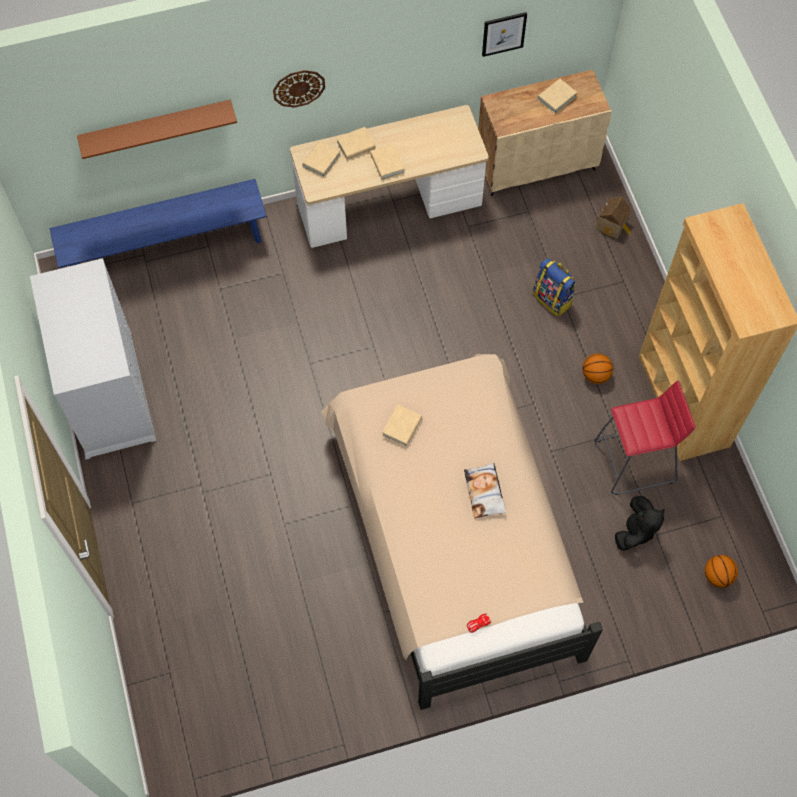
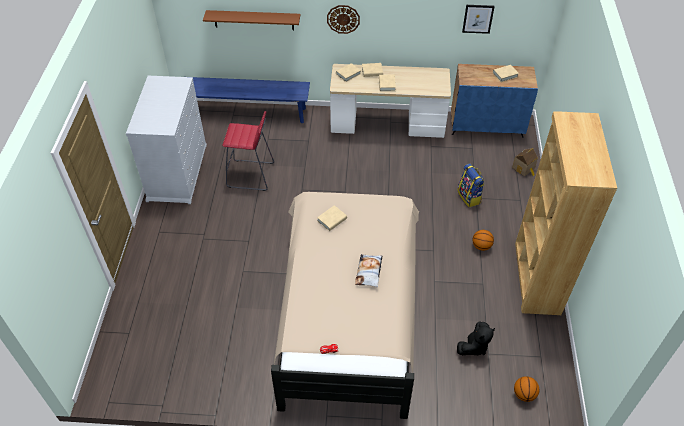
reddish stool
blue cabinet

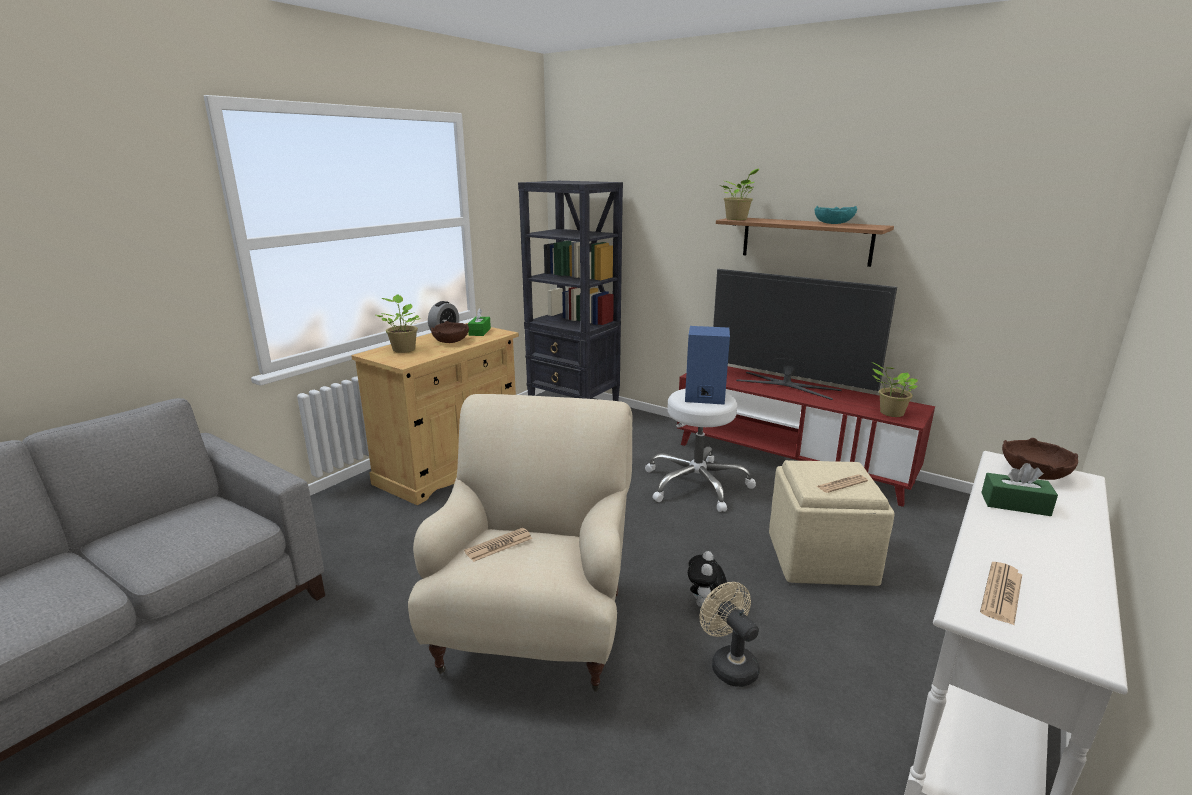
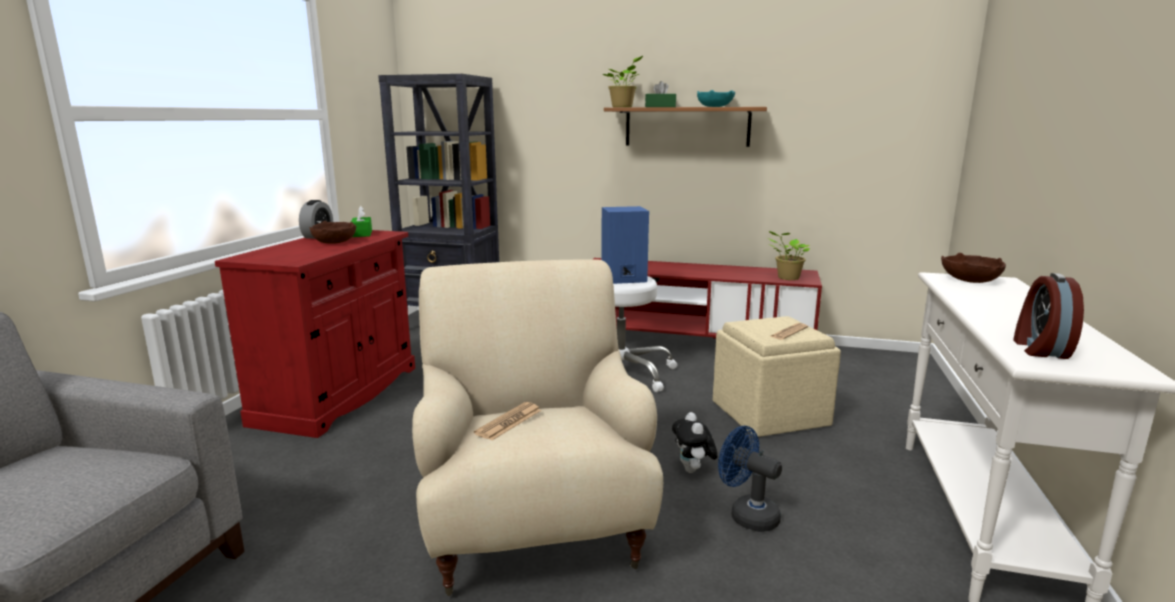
reddish cabinet
green box of tissues (2nd from left)
blue fan
bedside clock (2nd from left)
potted plant (1st from left in the first image)
television

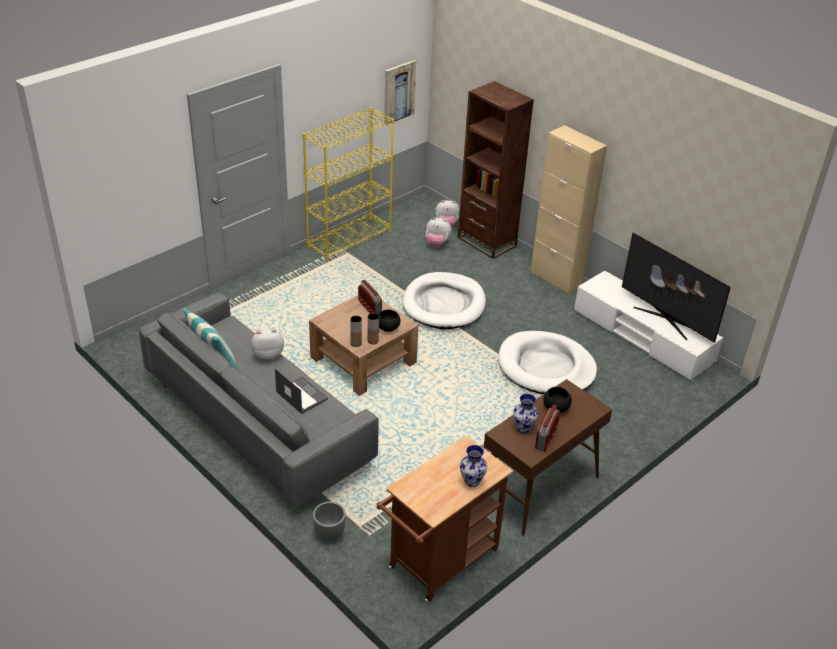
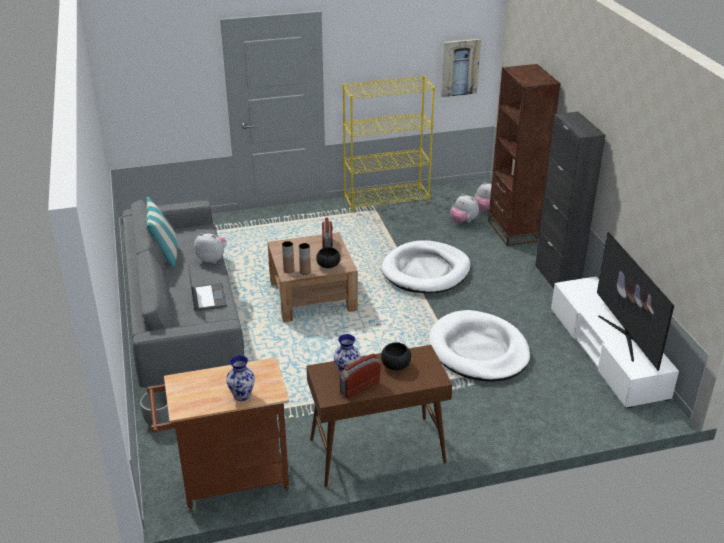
blackish cabinet

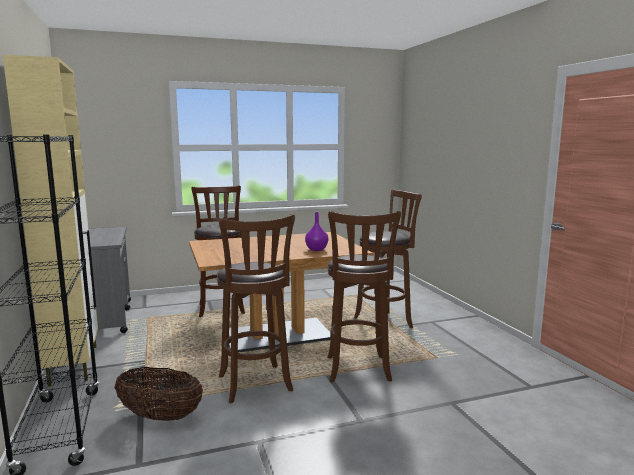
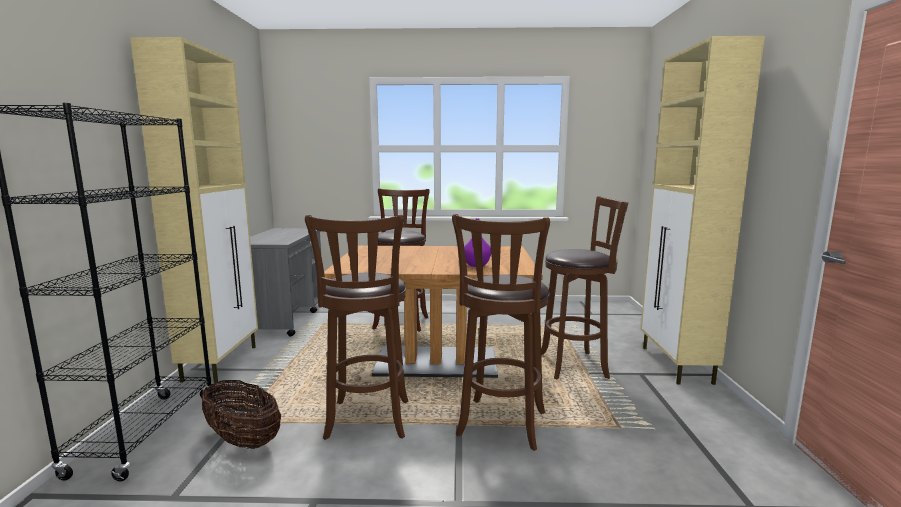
beige-coloured cabinet (2nd from left)

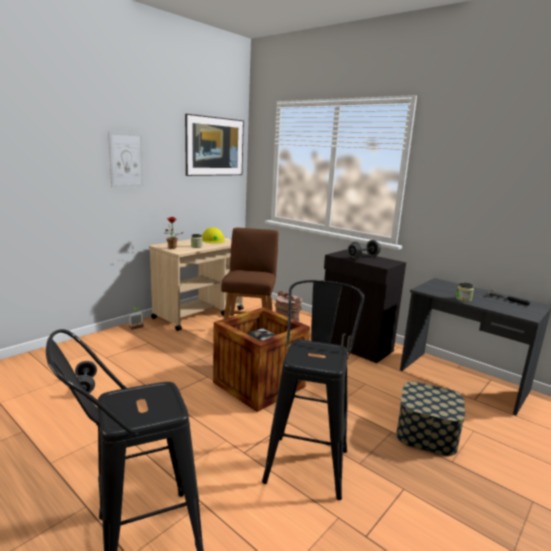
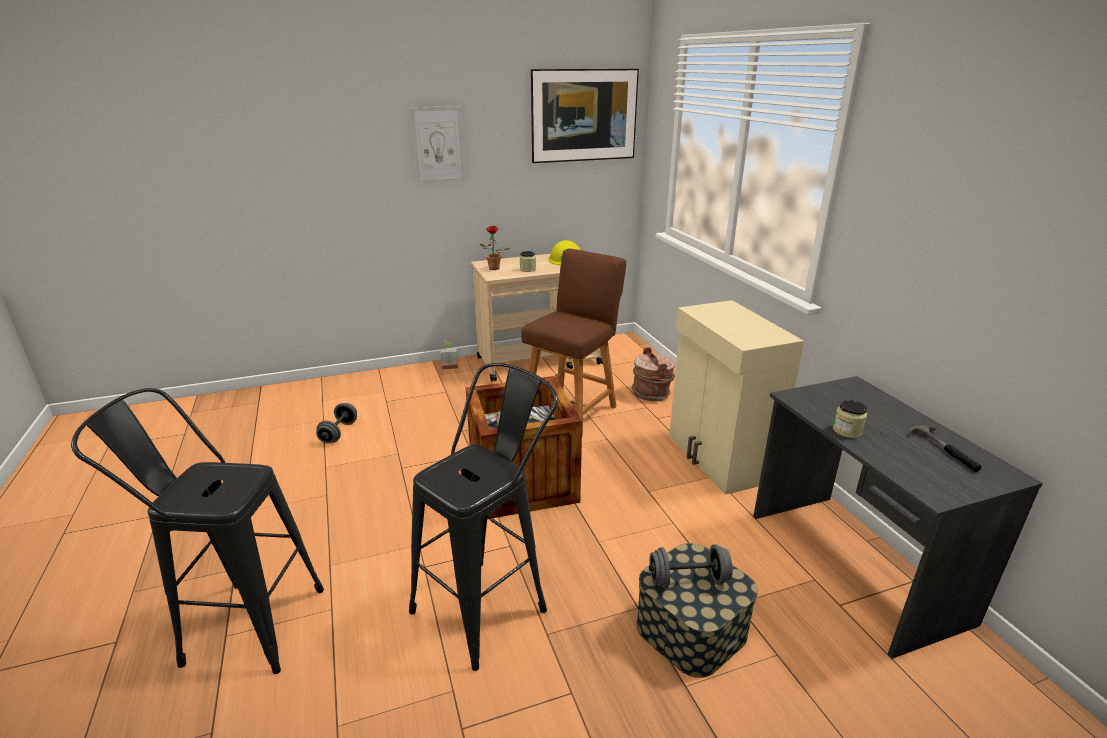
grey dumbbell (2nd from left)
beige-coloured cabinet

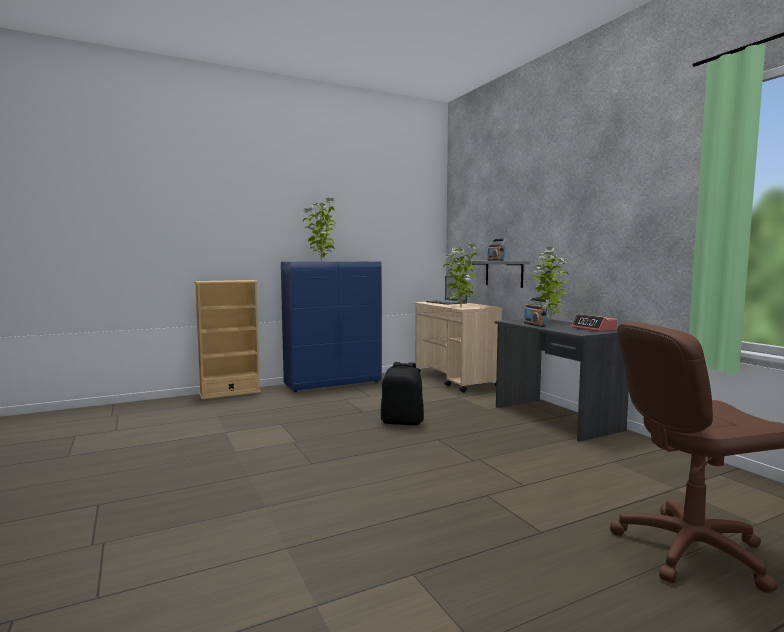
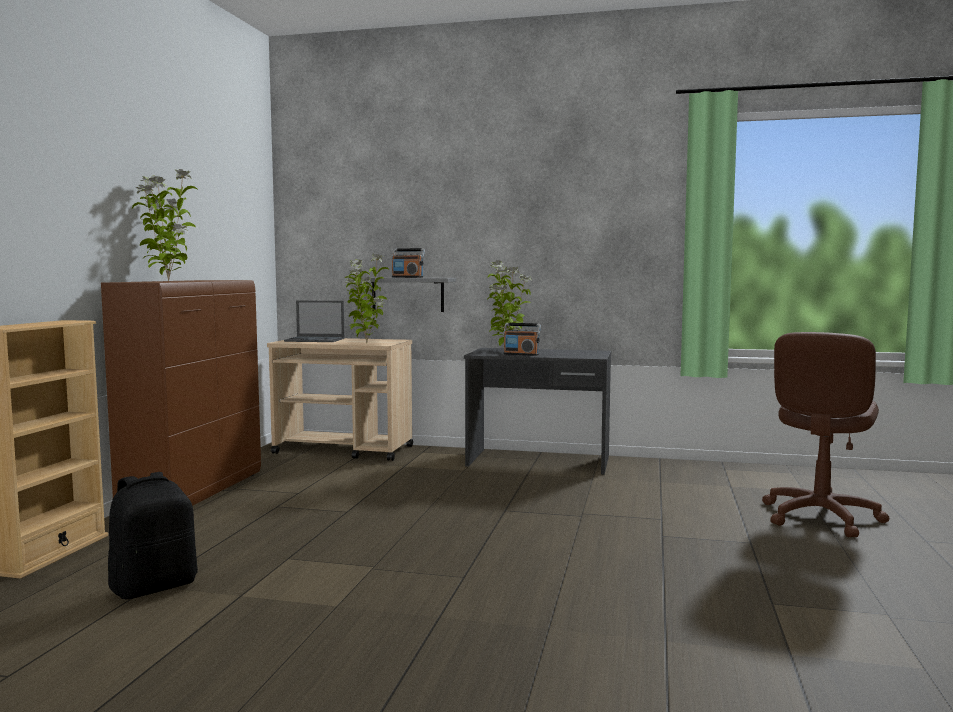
brownish cabinet
blackish rucksack
bedside clock

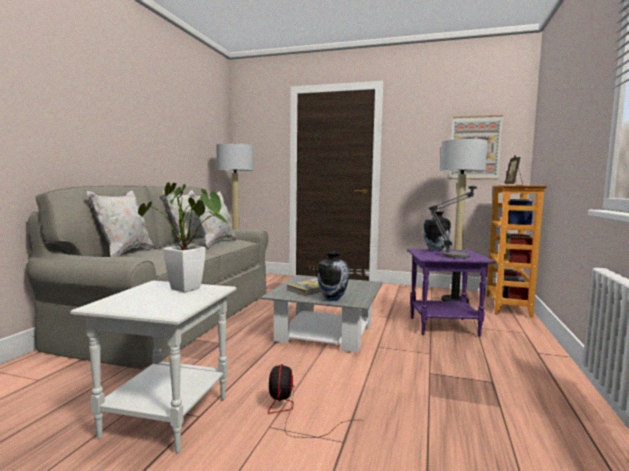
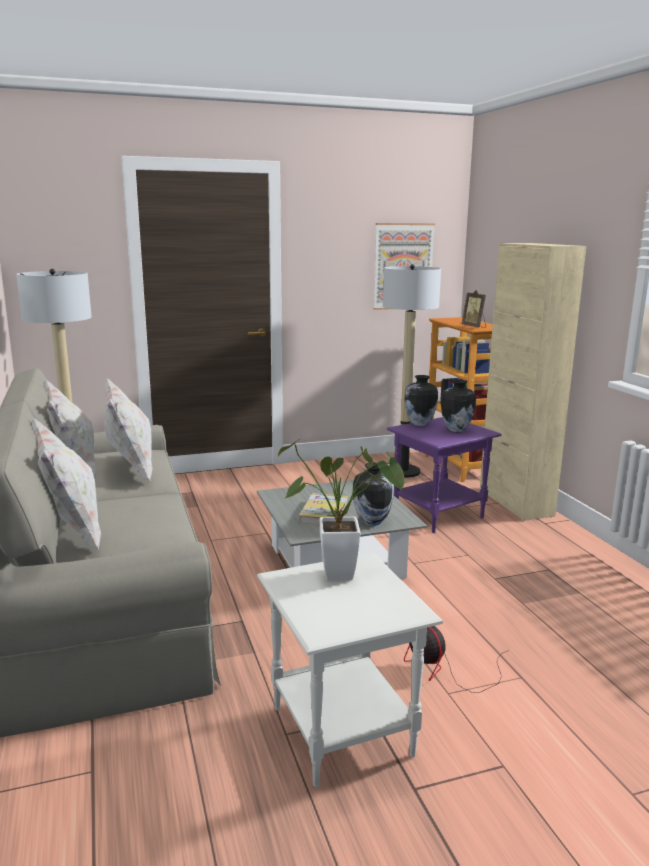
decorative vase (3rd from left)
beige-coloured cabinet

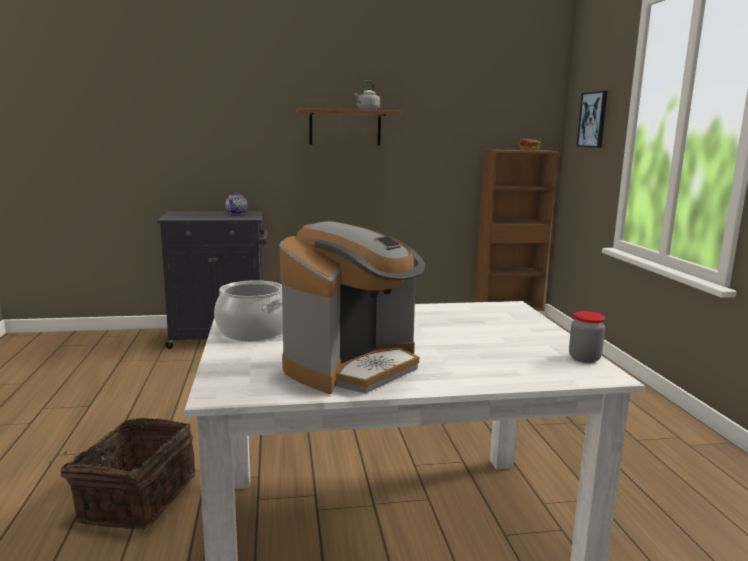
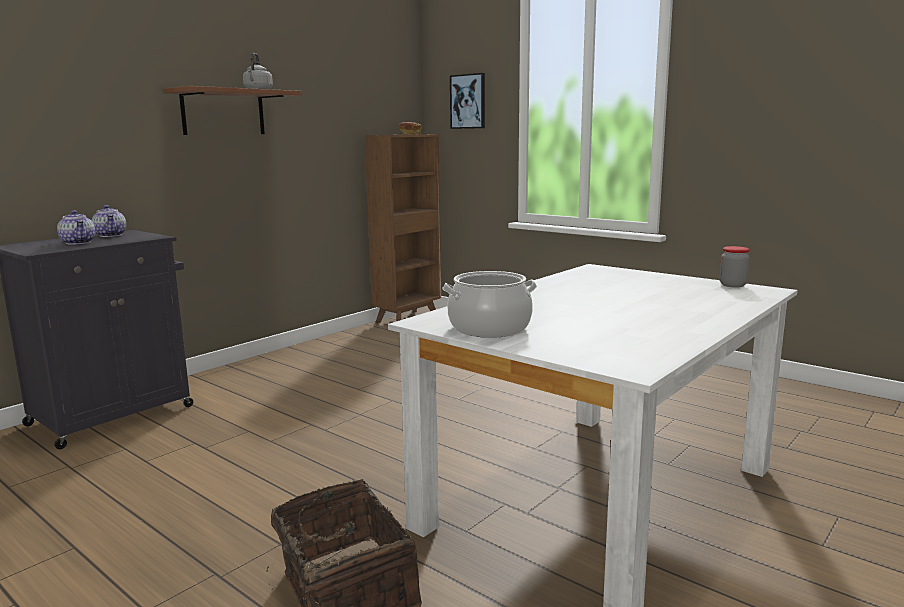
pot for tea (1st from left)
coffee brewer

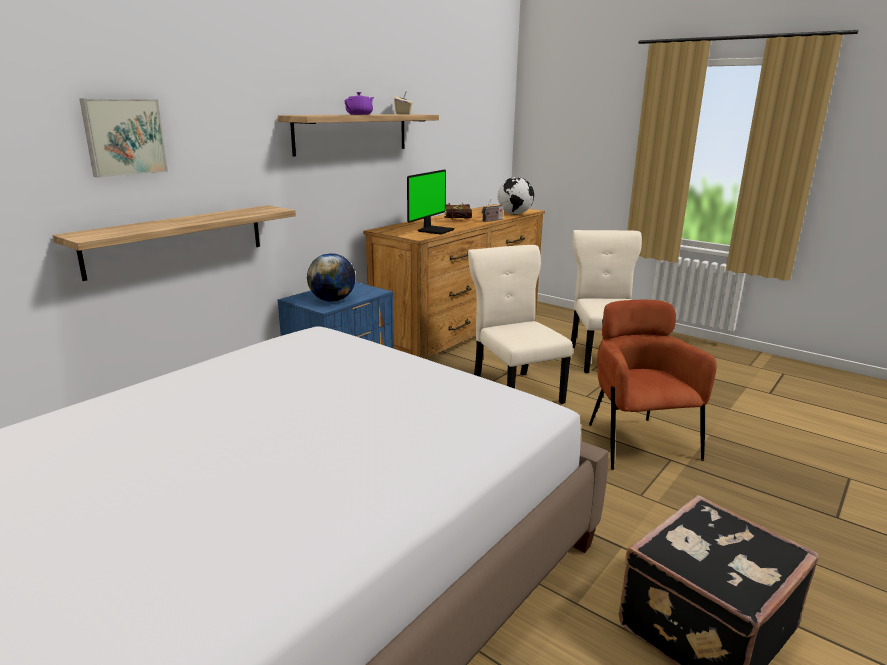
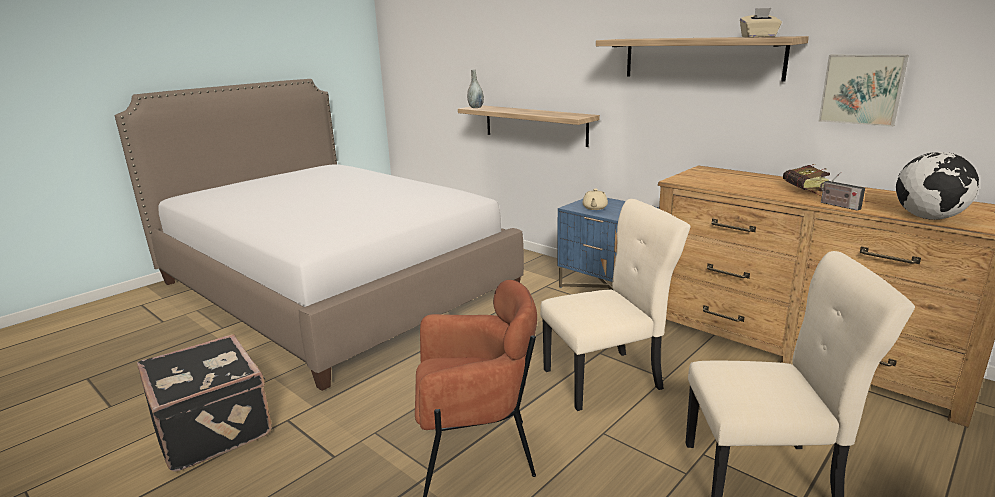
grey decorative vase
beige-coloured pot for tea
wall picture
purple pot for tea
computer screen

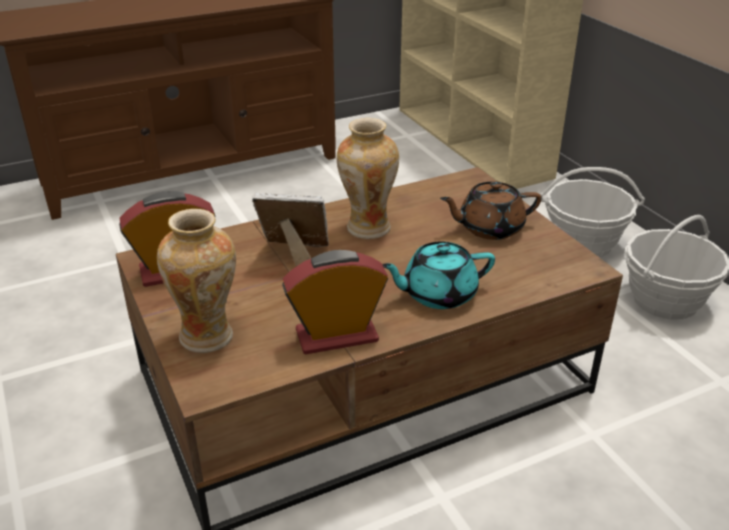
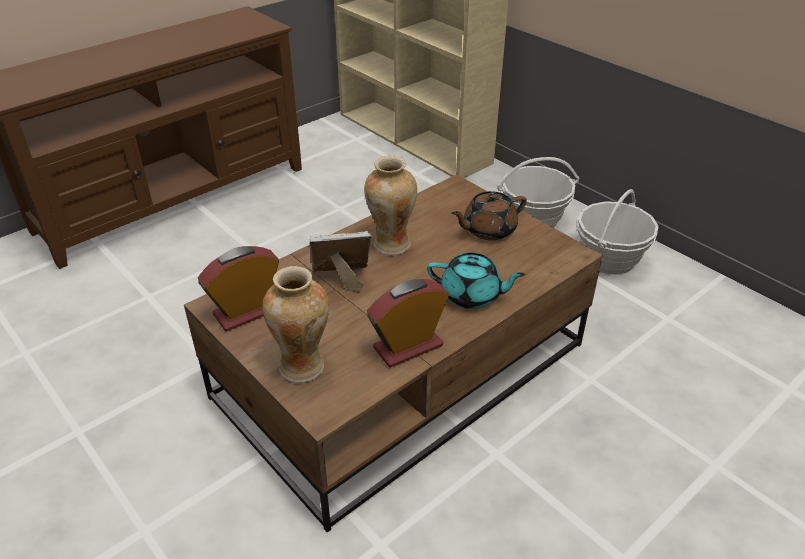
turquoise pot for tea

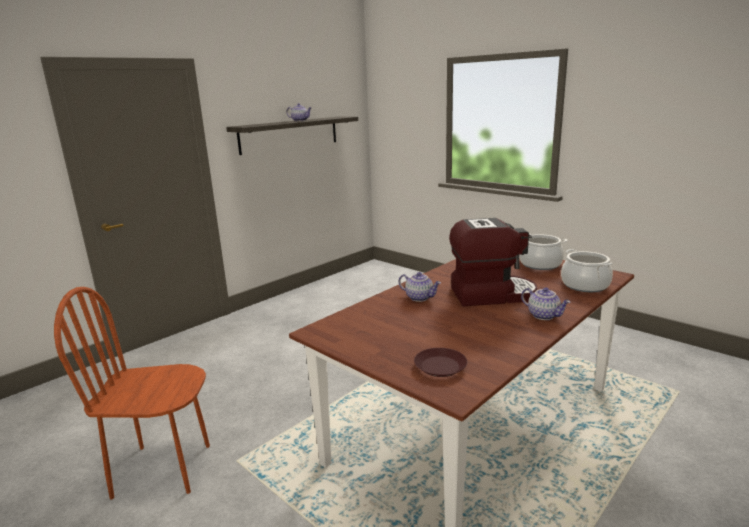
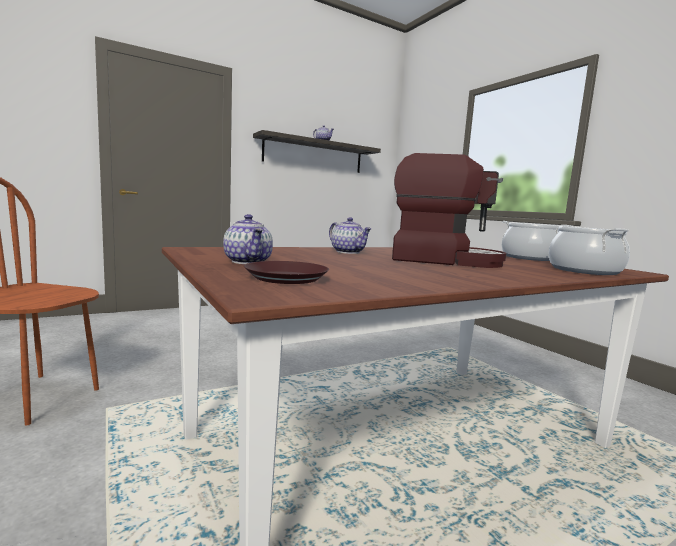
pot for tea (1st from left)

